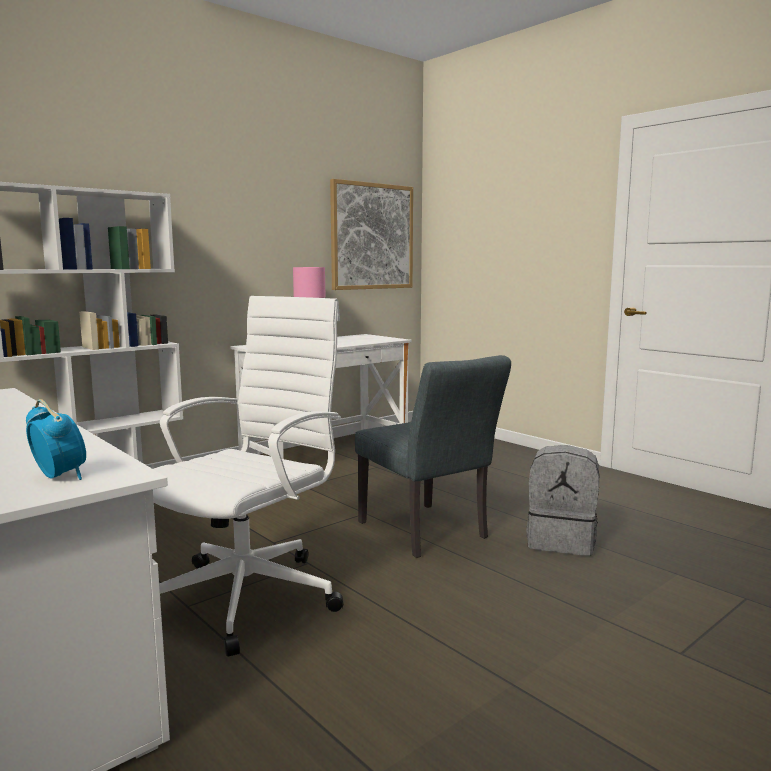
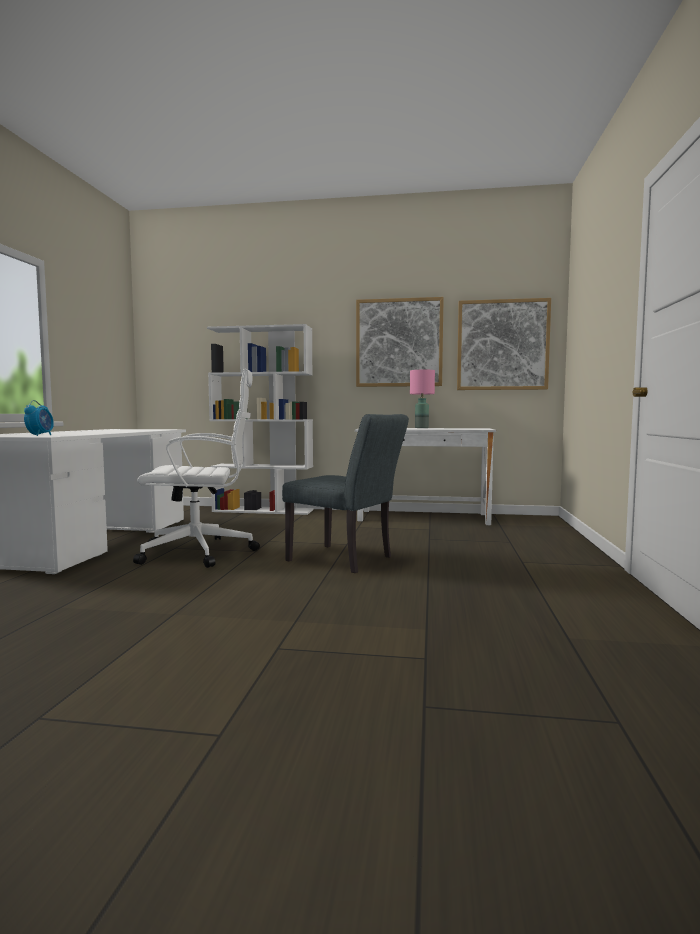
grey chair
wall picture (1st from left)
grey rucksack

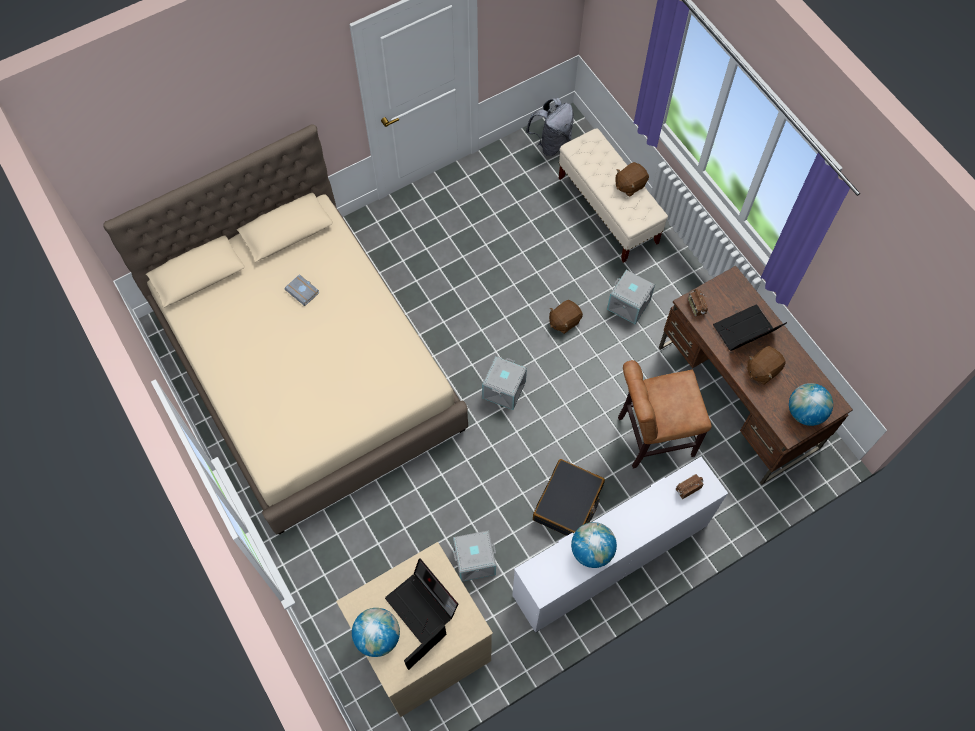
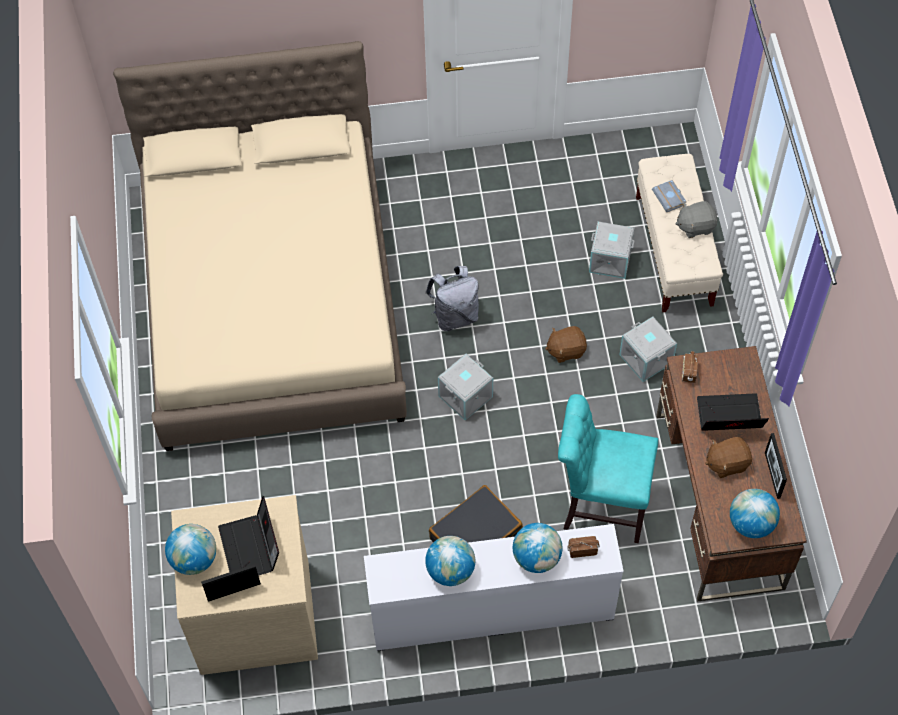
grey rucksack
world globe (3rd from left)
turquoise chair
grey storage bin (2nd from left)
grey book
grey soft toy
standing frame (2nd from left)

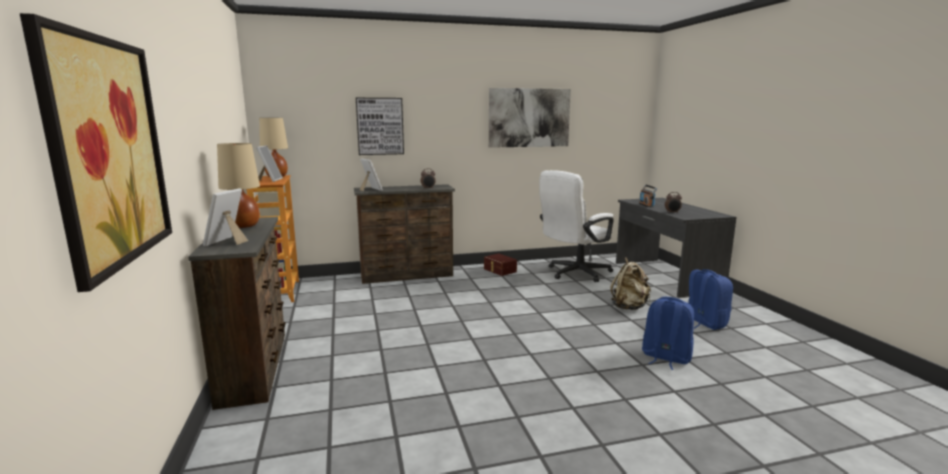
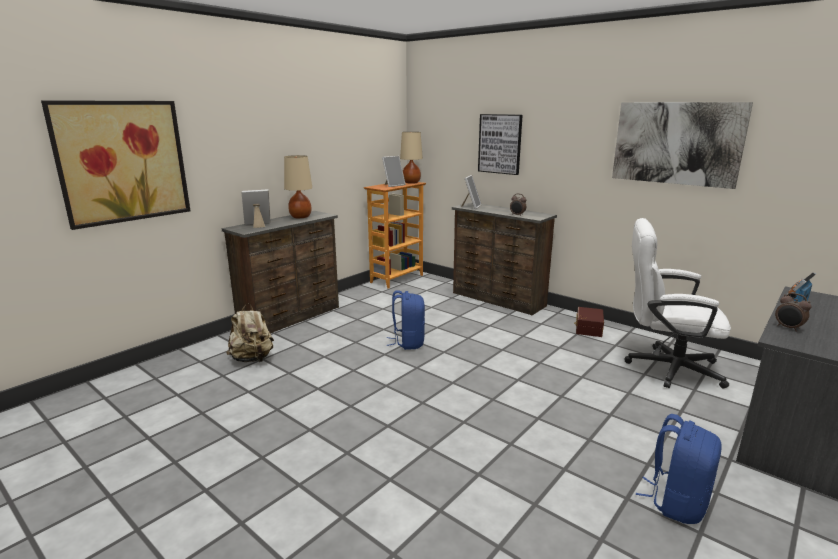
beige-coloured rucksack
blue rucksack (1st from left)

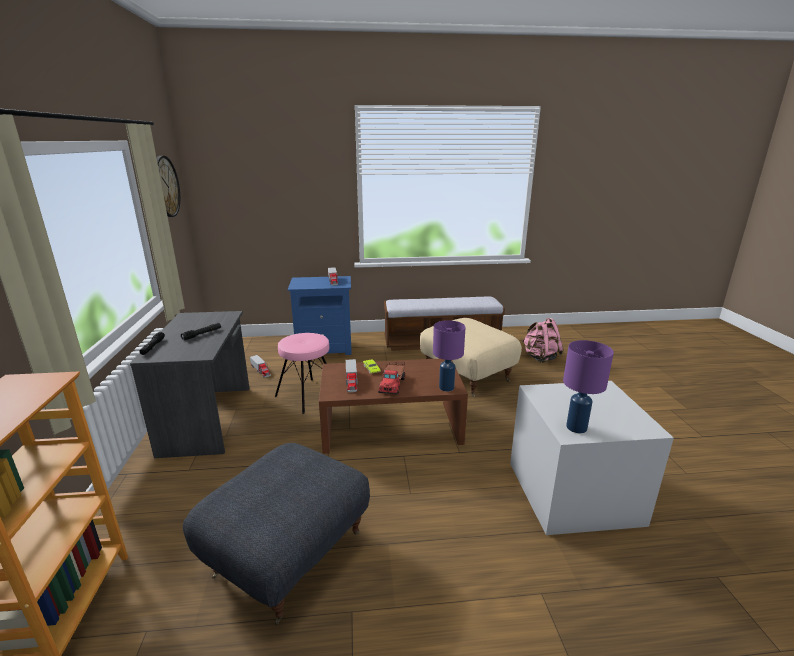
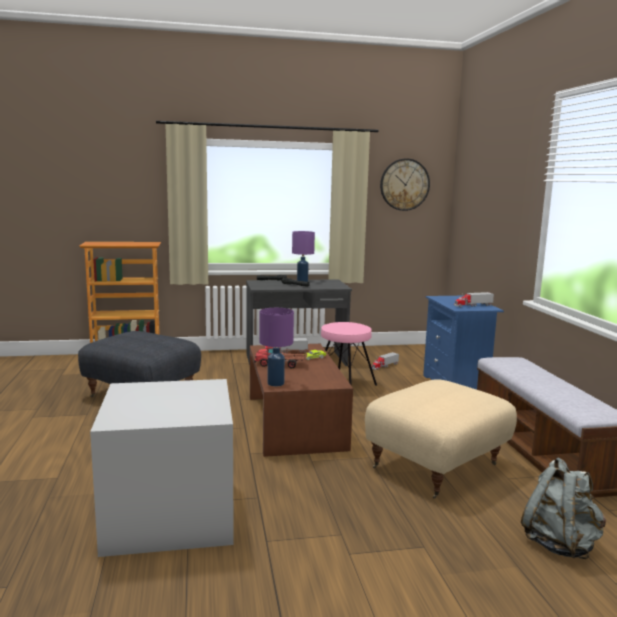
purple lamp for a table (2nd from left)
grey rucksack

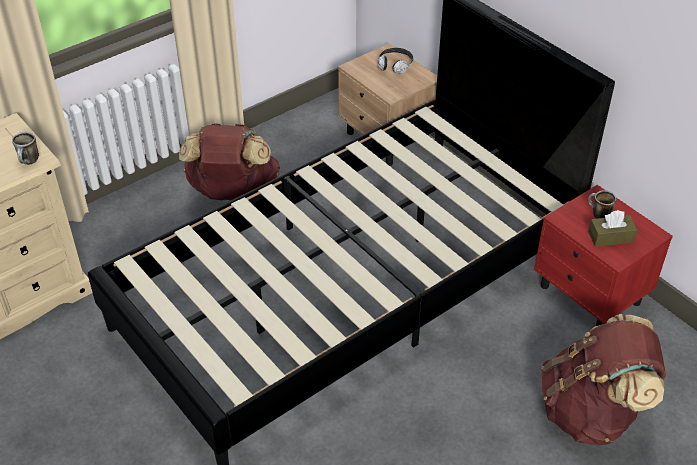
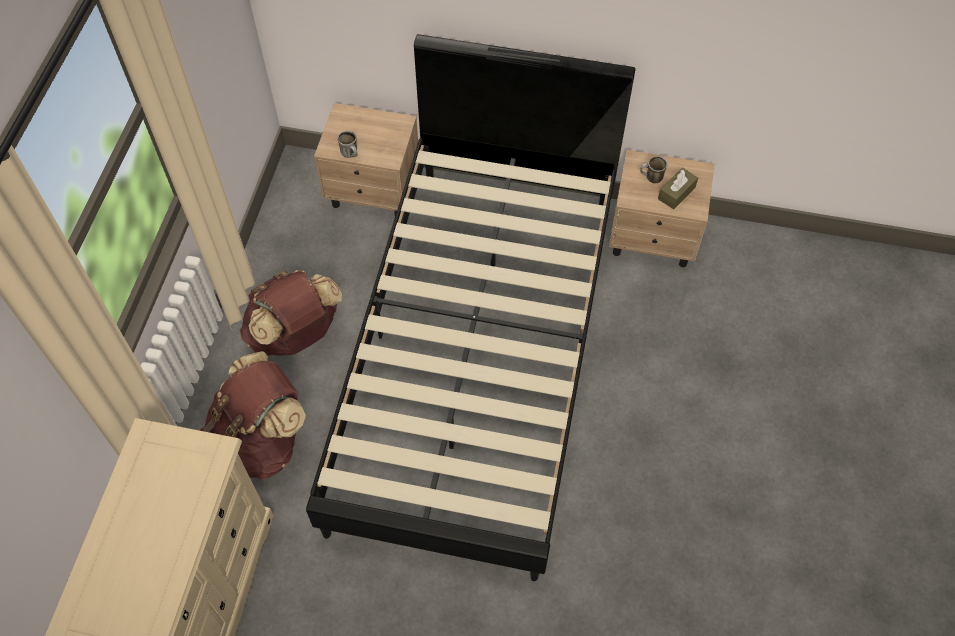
brownish rucksack (1st from left)
tea mug (1st from left)
beige-coloured night table (2nd from left)
headphones

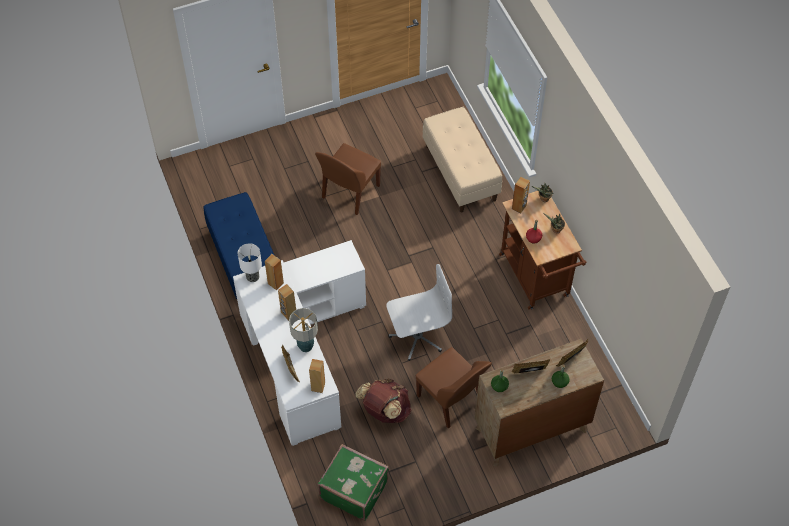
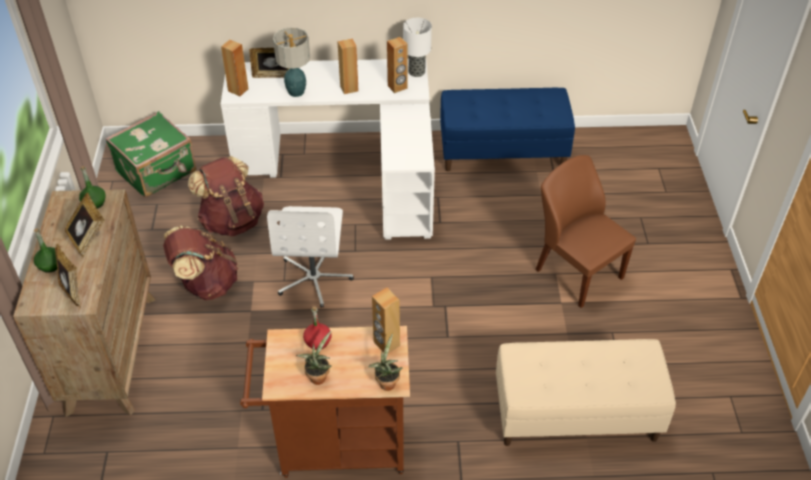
brownish rucksack (1st from left)

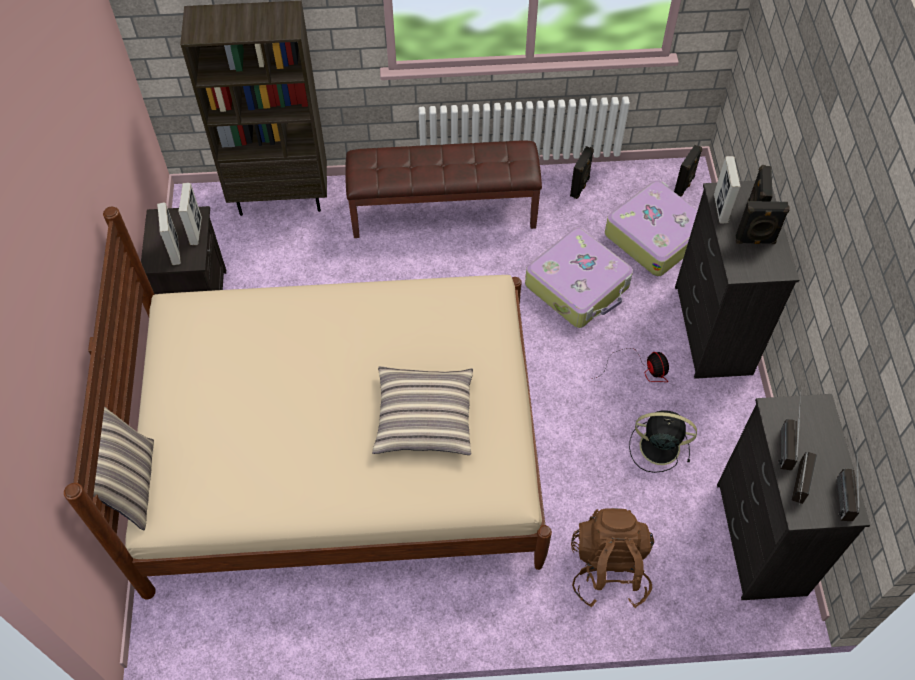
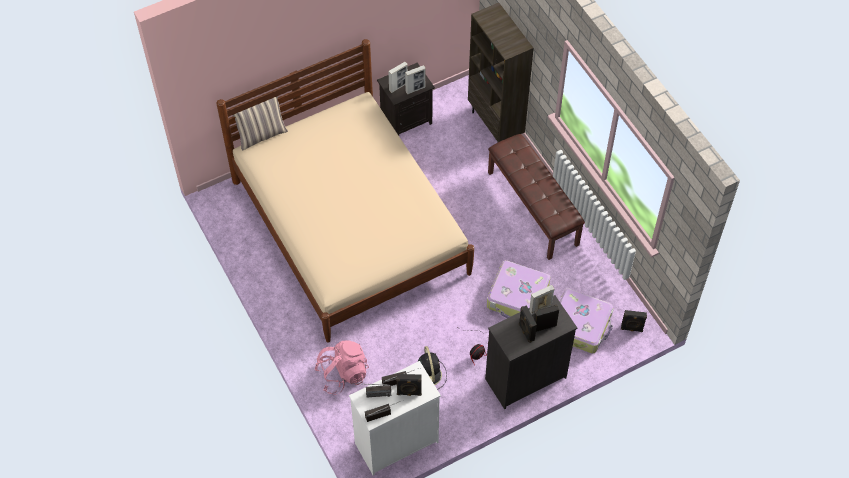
pinkish rucksack
whitish drawer chest
blackish audio speaker (1st from left)
pillow (2nd from left in the first image)

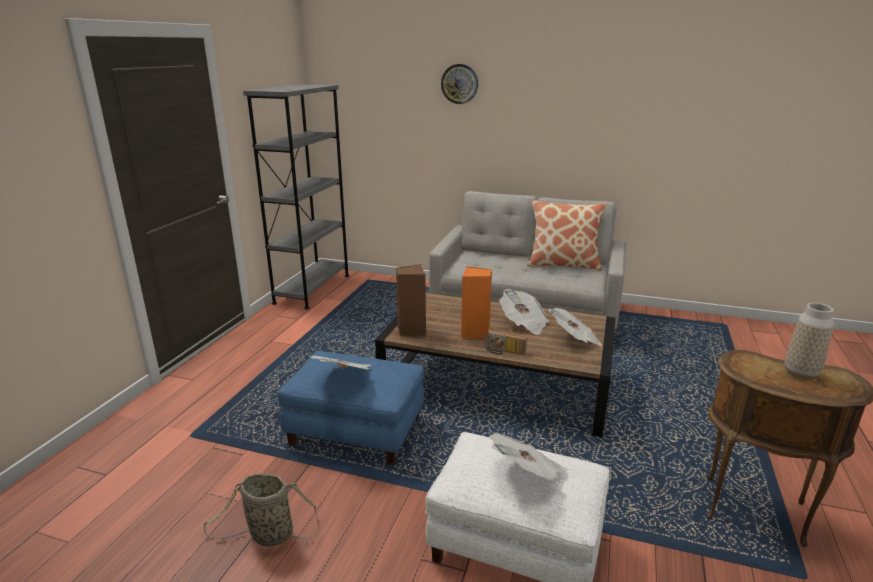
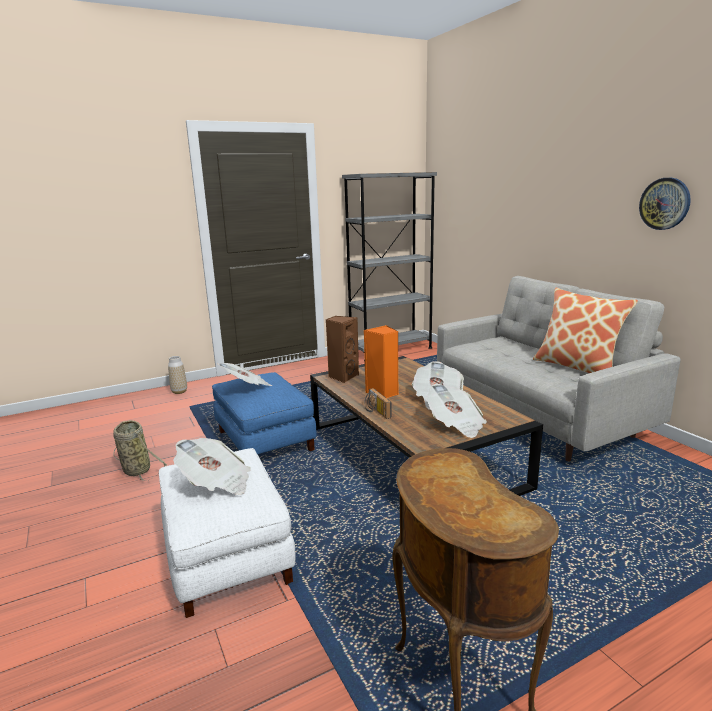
decorative vase
hanging clock

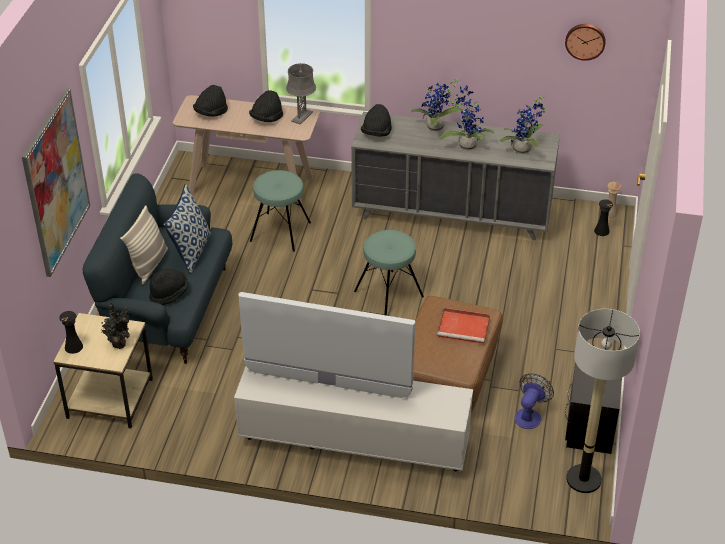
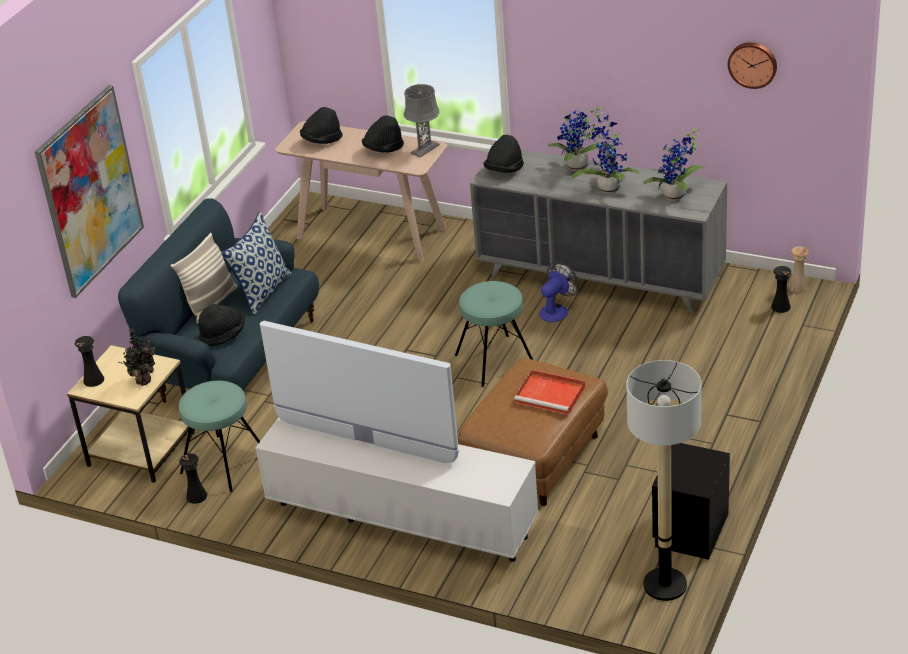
turquoise stool (1st from left)
blackish decorative vase (2nd from left)
fan

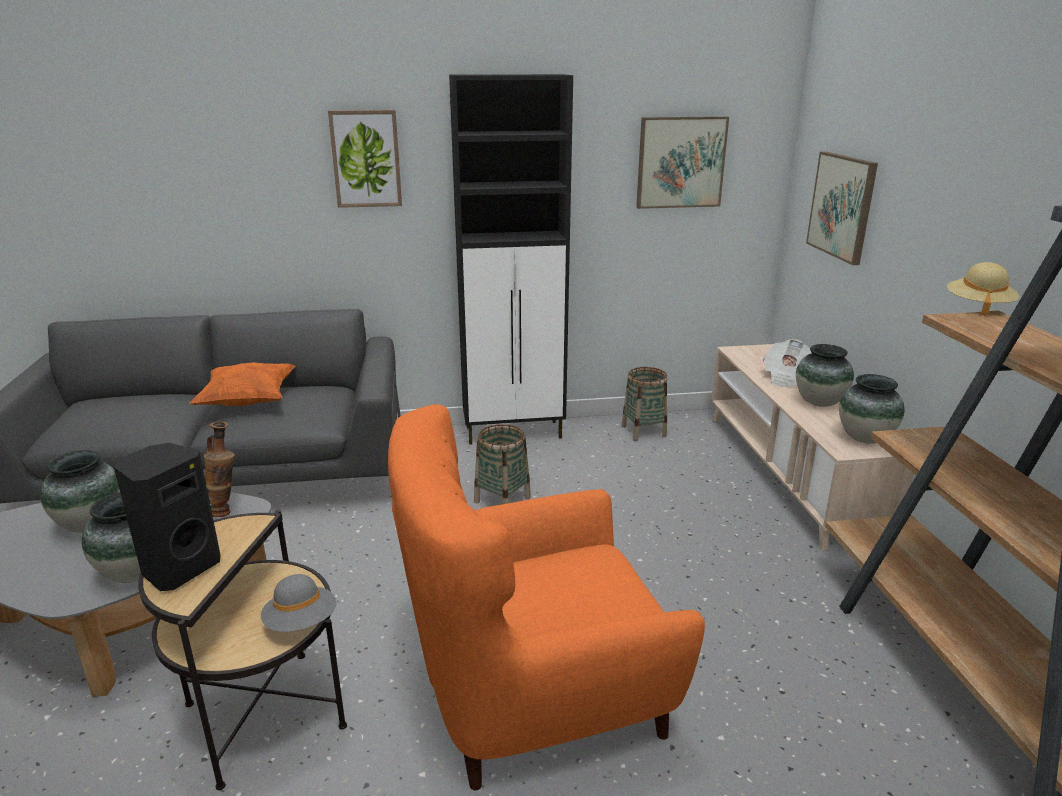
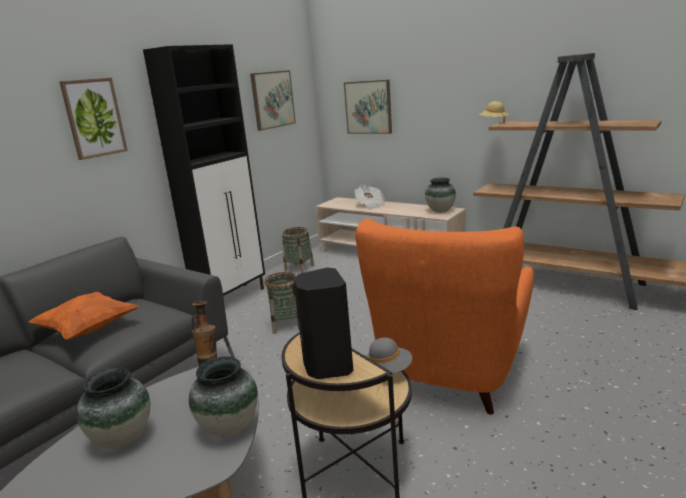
decorative vase (4th from left in the first image)

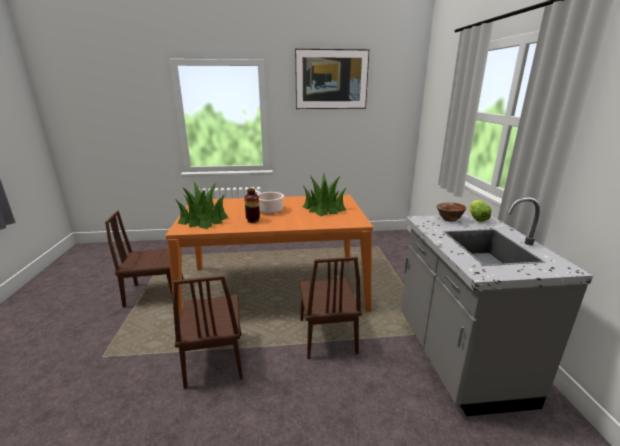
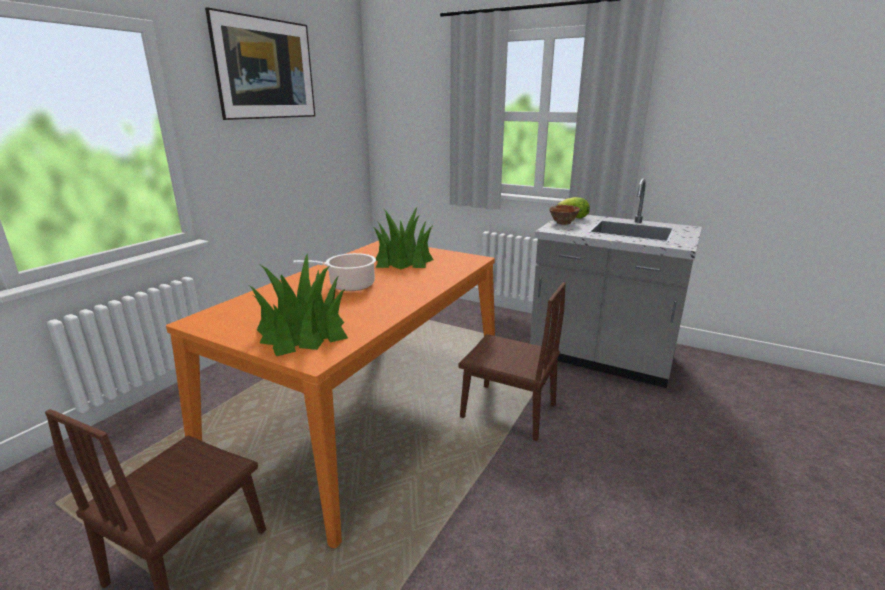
brownish chair (2nd from left in the first image)
decorative vase

